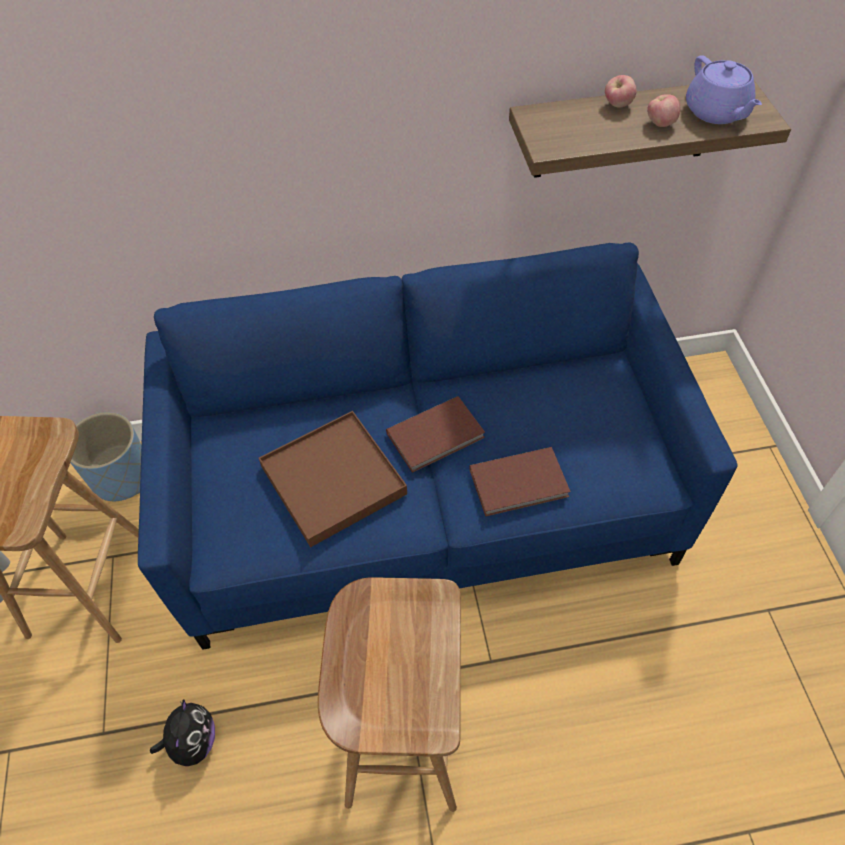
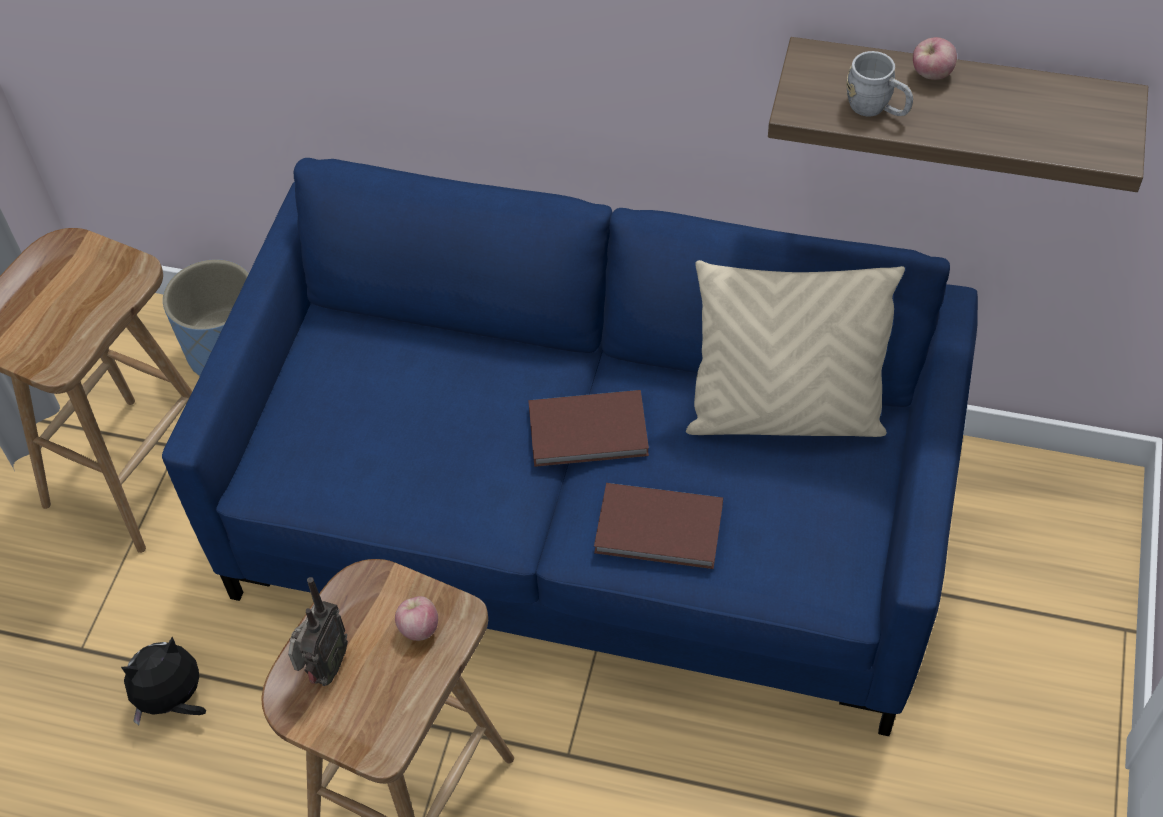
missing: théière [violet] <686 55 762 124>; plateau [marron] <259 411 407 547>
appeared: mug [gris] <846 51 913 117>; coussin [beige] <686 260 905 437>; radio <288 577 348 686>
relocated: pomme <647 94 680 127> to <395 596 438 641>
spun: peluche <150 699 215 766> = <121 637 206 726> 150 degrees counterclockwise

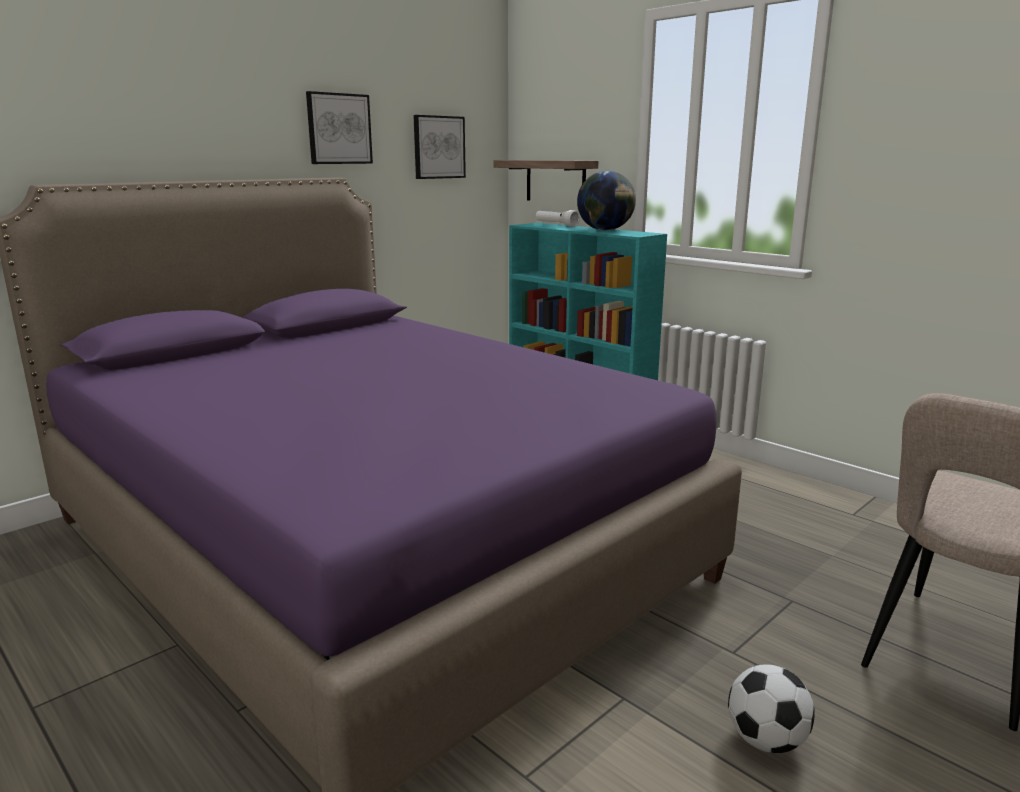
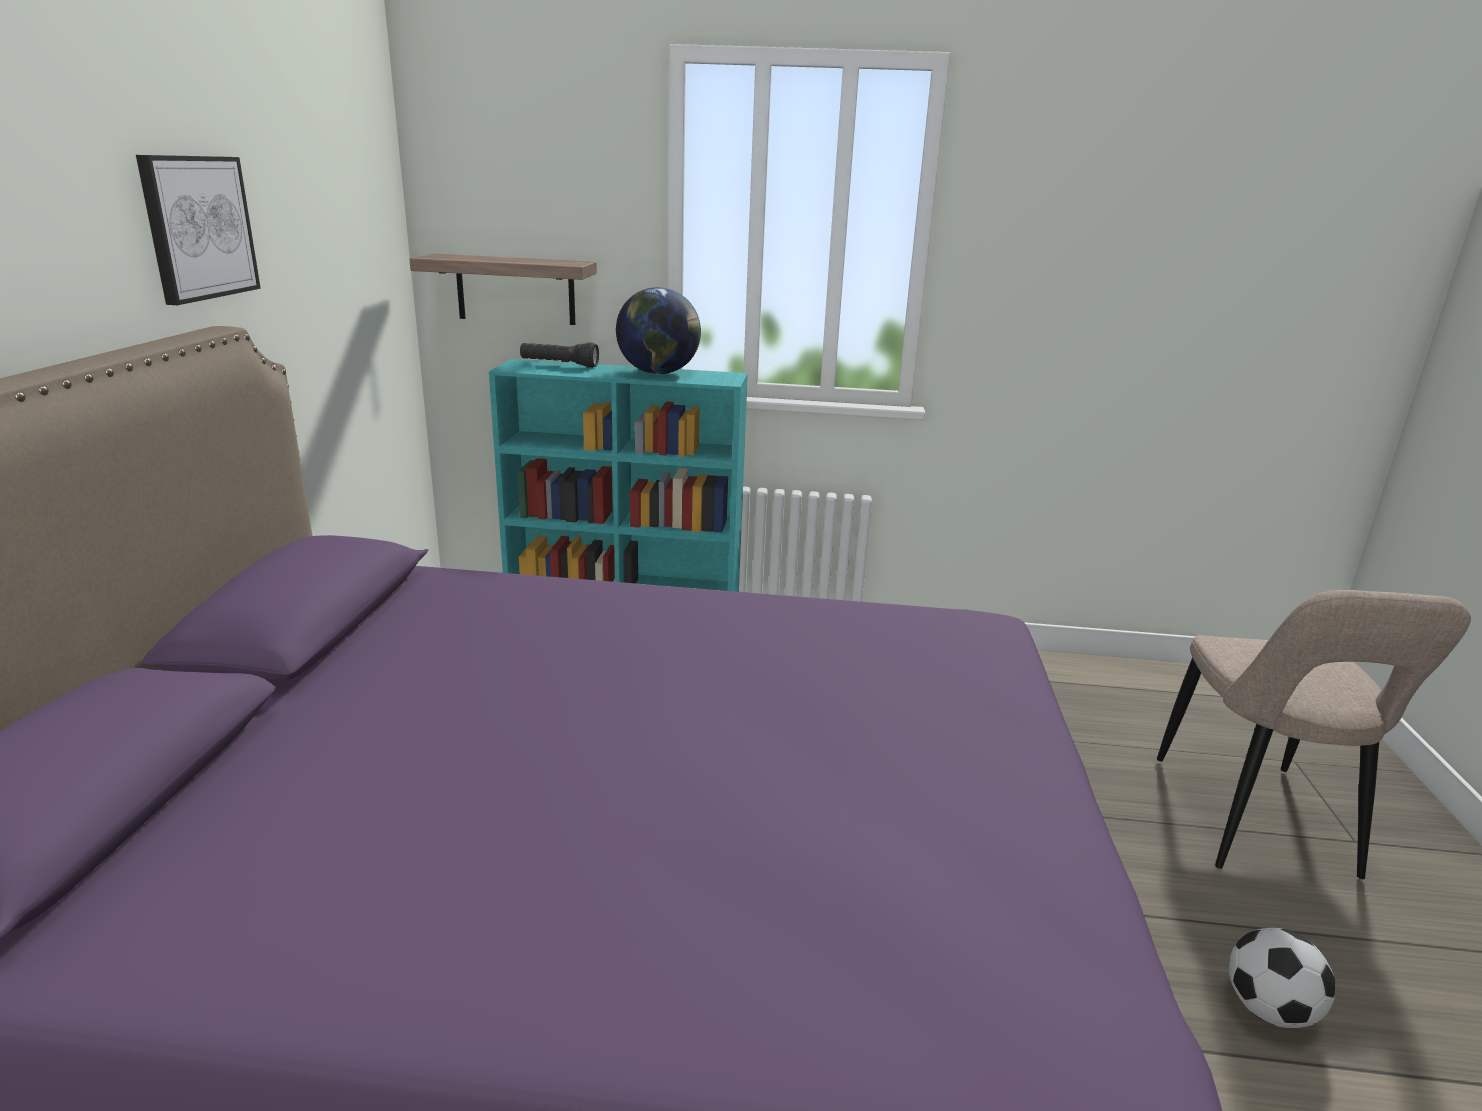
missing: tableau <413 115 466 179>
colour: lampe de poche [blanc] <536 210 580 227> to lampe de poche [noir] <520 342 599 368>

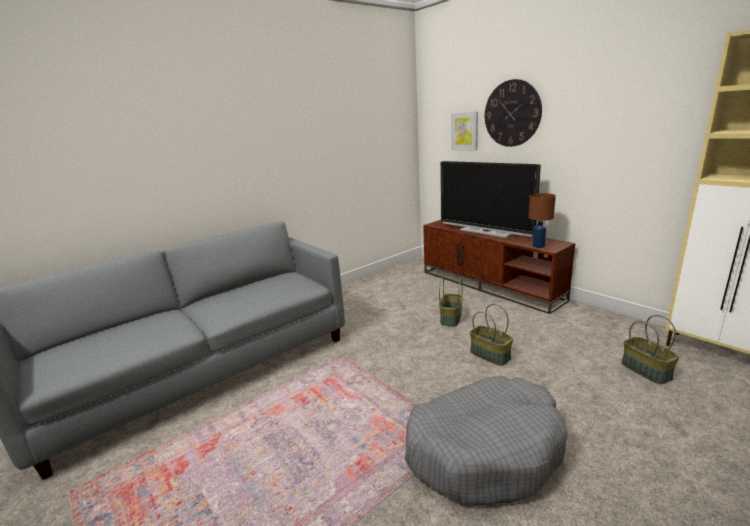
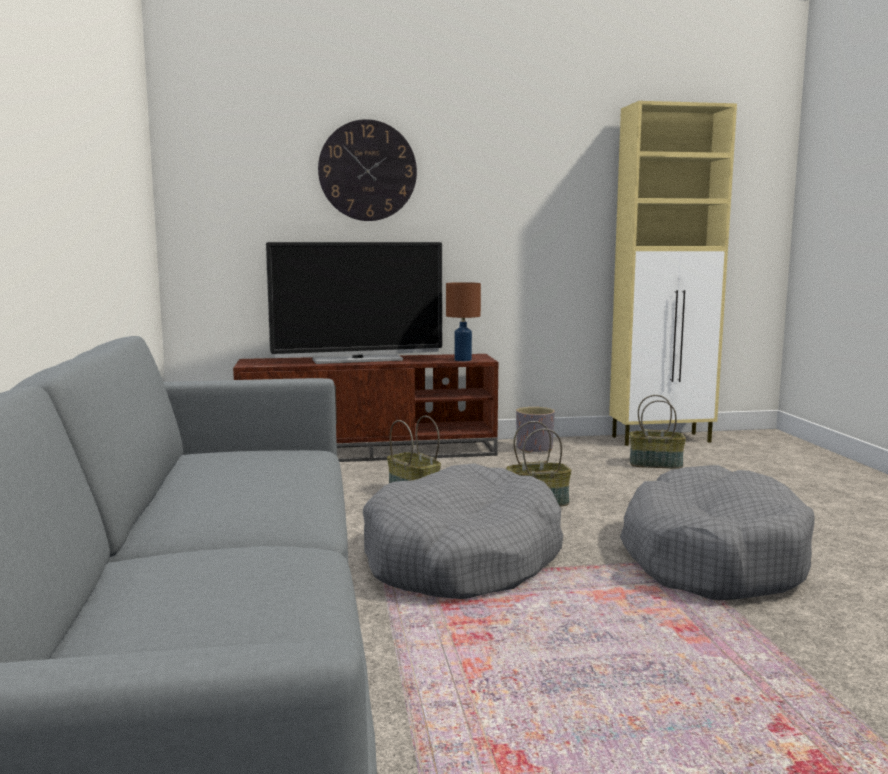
missing: tableau <451 111 478 151>
appeared: cache-pot [gris] <516 407 555 453>; panier pour chien [gris] <363 463 563 599>

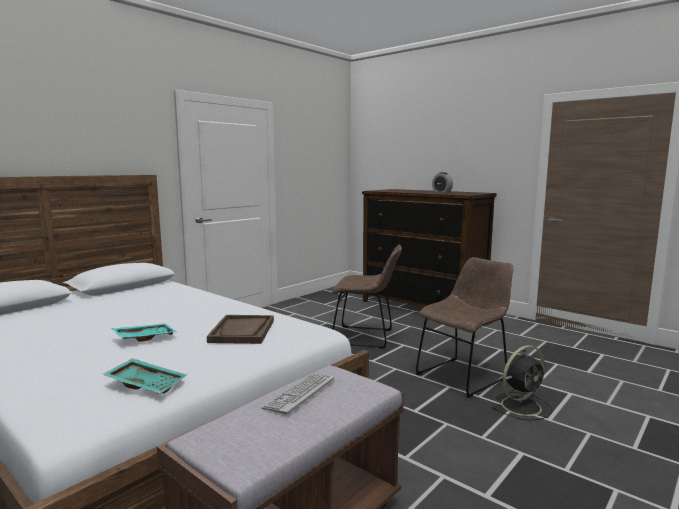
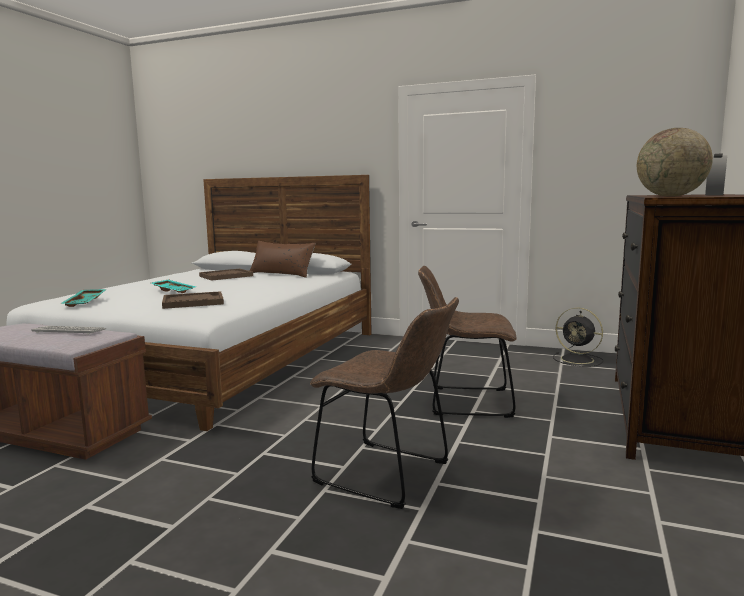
appeared: globe <637 128 713 196>; coussin [marron] <250 241 316 278>; plateau [marron] <199 269 253 281>
relocated: ventilateur [noir] <493 345 552 421> to <553 308 603 367>
spun: chaise [marron] <332 244 402 349> = <418 266 517 418> 105 degrees clockwise

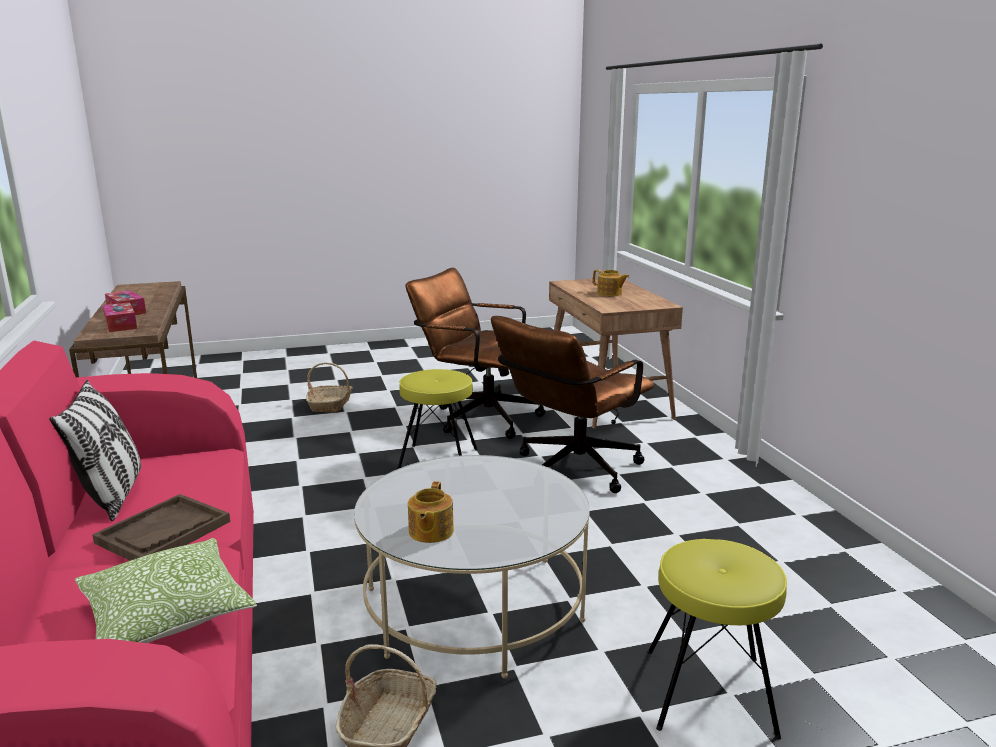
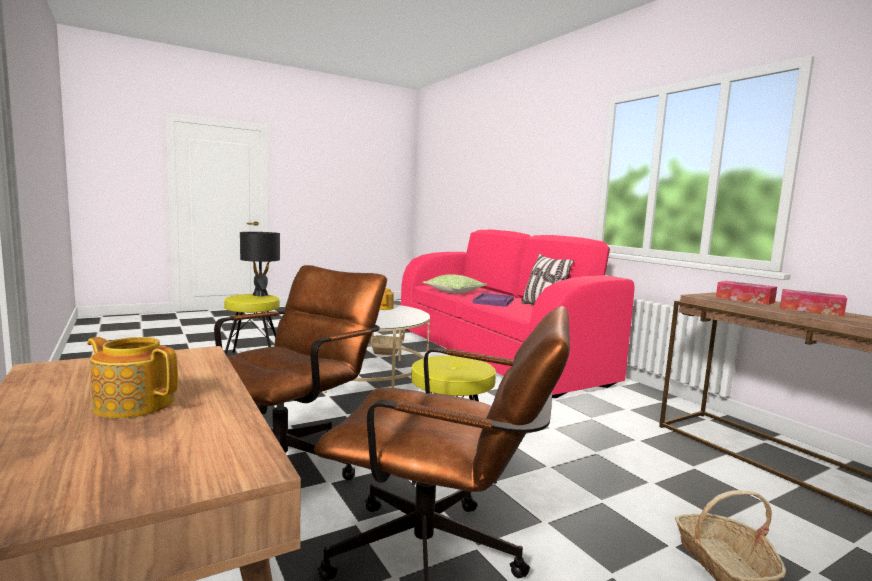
appeared: lampe de table [noir] <240 232 280 296>
colour: plateau [marron] <92 494 230 561> to plateau [violet] <473 293 514 307>

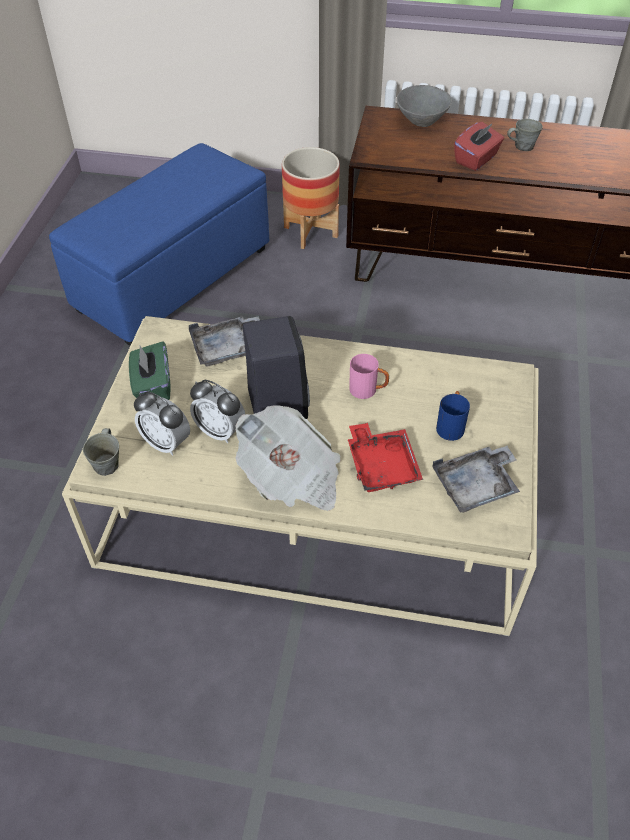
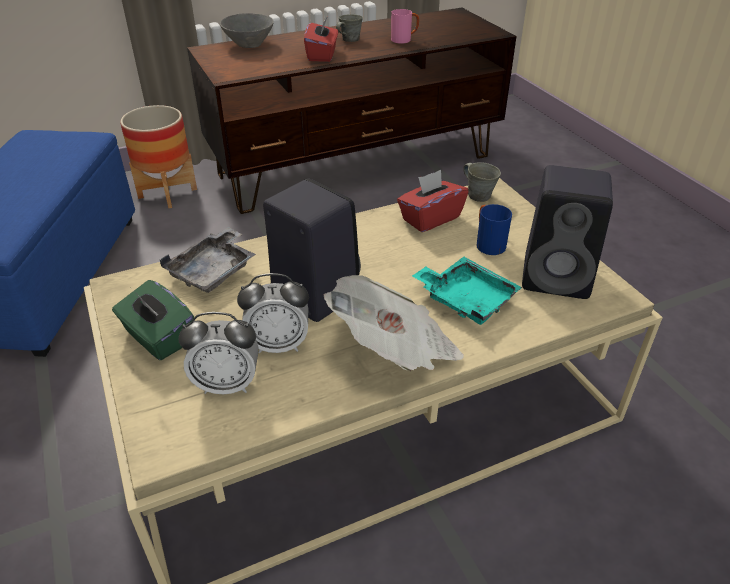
appeared: boîte à mouchoirs [rouge] <397 170 469 232>
relocated: mug [rose] <349 354 389 399> to <391 9 419 44>; mug [gris] <83 428 119 476> to <463 162 501 202>
exchanged: plateau [gris] <432 446 520 513> to enceinte [noir] <522 165 613 299>
colour: plateau [rouge] <348 423 423 492> to plateau [turquoise] <412 256 522 325>

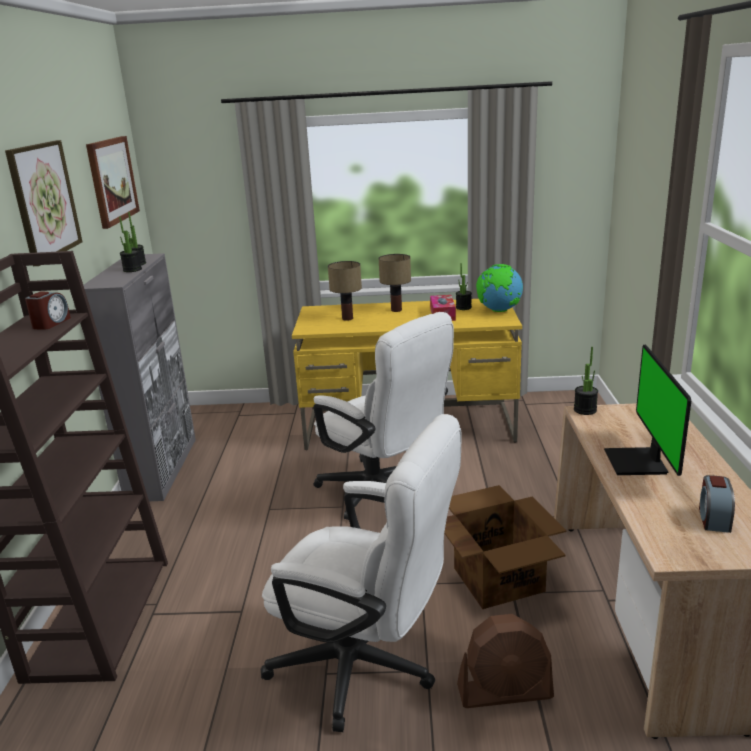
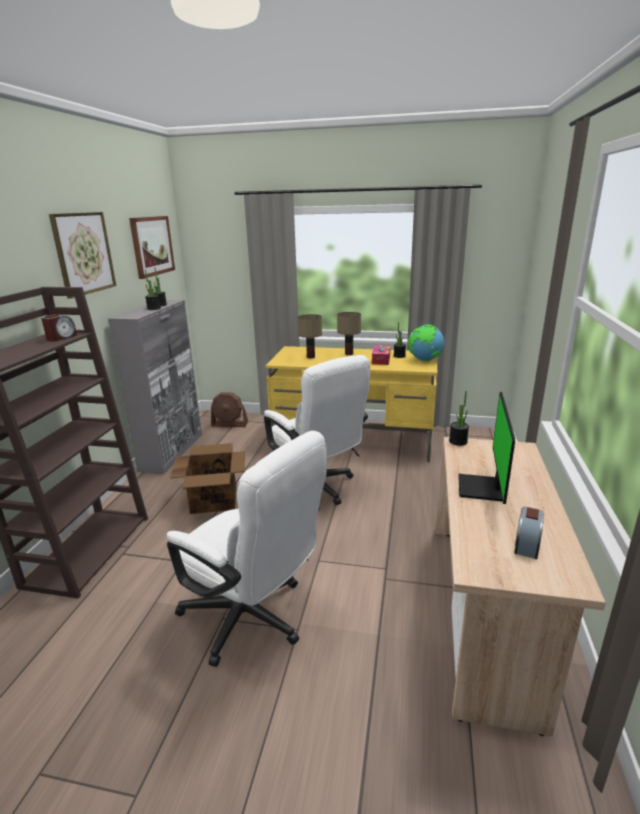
relocated: carton <444 485 567 609> to <170 443 245 514>; ventilateur [marron] <457 614 554 708> to <211 392 248 427>

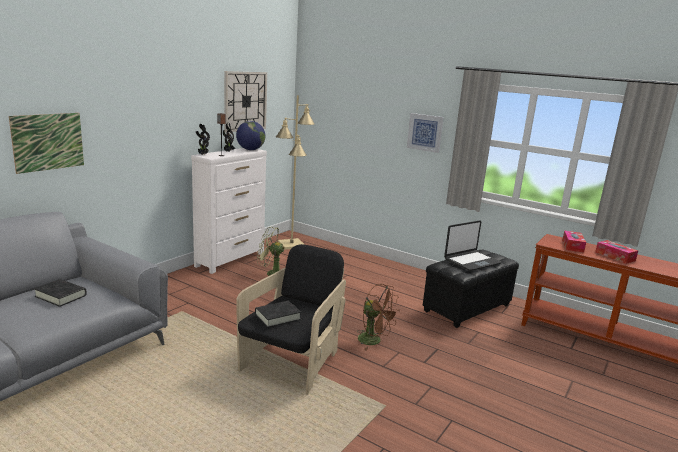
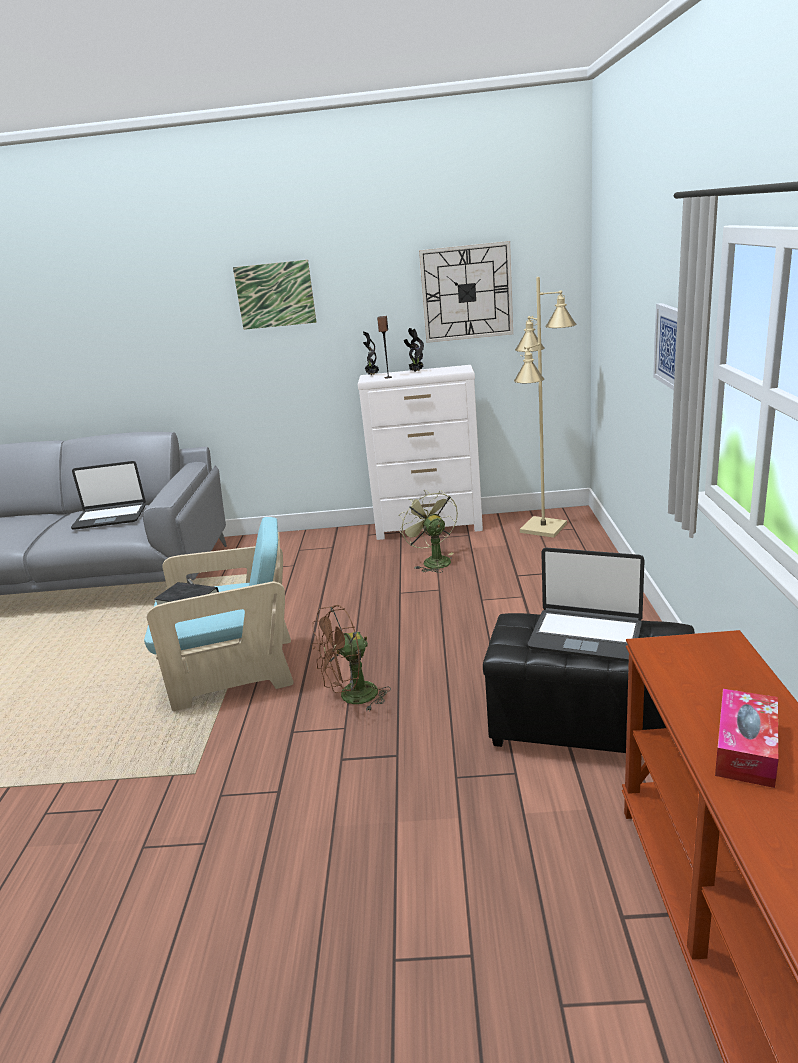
missing: globe <236 121 265 150>; boîte à mouchoirs <562 230 586 253>
relocated: tableau <9 113 84 174> to <233 260 316 330>
exchanged: livre [noir] <34 279 87 307> to ordinateur portable <71 461 146 530>
colour: fauteuil [noir] <236 244 346 395> to fauteuil [turquoise] <144 517 294 711>
spun: ventilateur [marron] <358 284 400 350> = <312 605 391 711> 60 degrees clockwise

